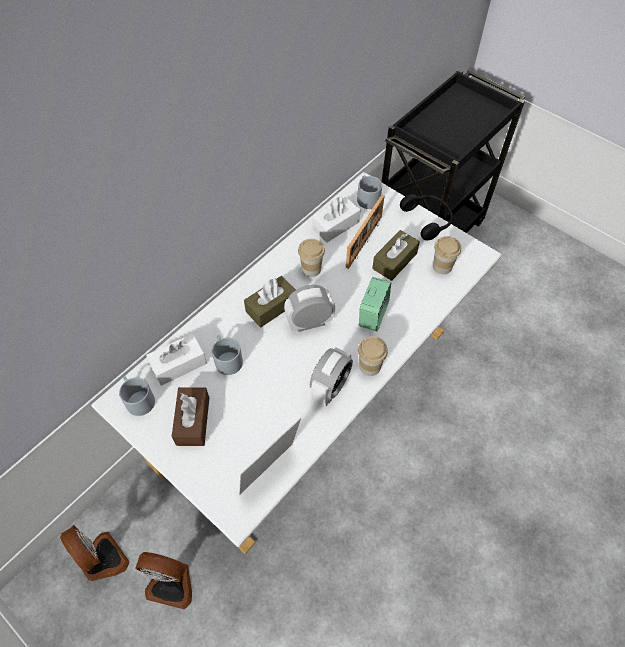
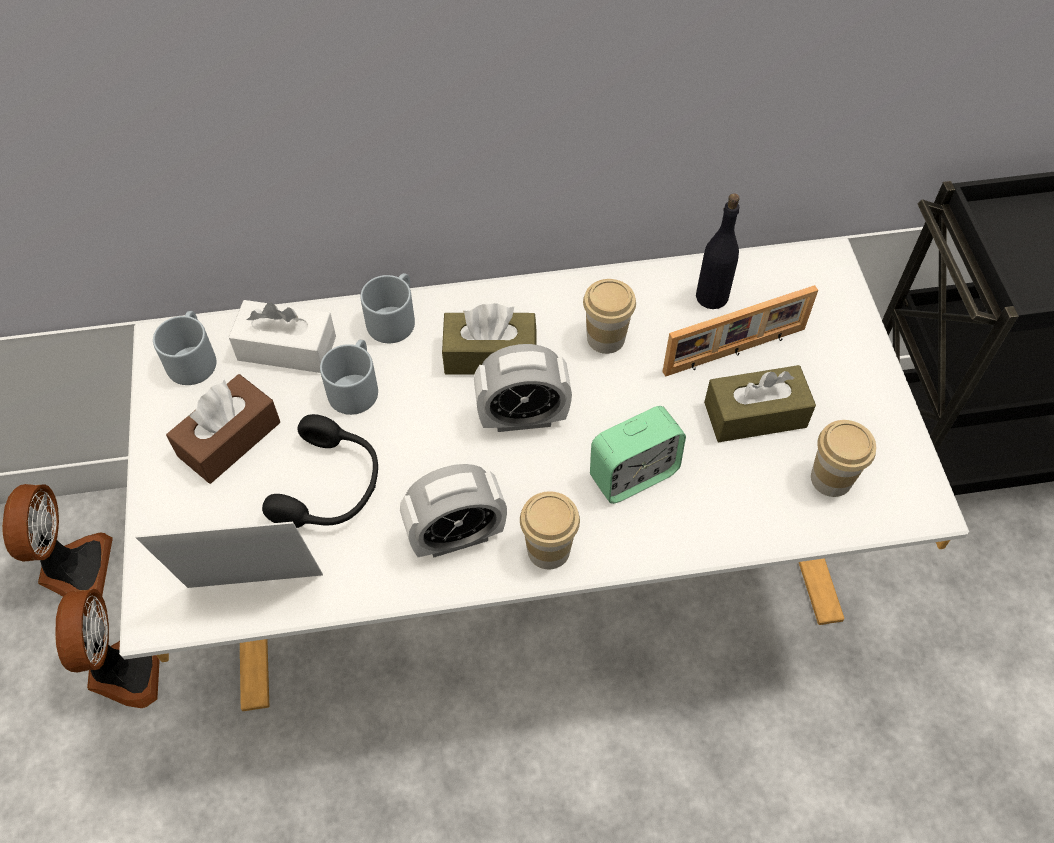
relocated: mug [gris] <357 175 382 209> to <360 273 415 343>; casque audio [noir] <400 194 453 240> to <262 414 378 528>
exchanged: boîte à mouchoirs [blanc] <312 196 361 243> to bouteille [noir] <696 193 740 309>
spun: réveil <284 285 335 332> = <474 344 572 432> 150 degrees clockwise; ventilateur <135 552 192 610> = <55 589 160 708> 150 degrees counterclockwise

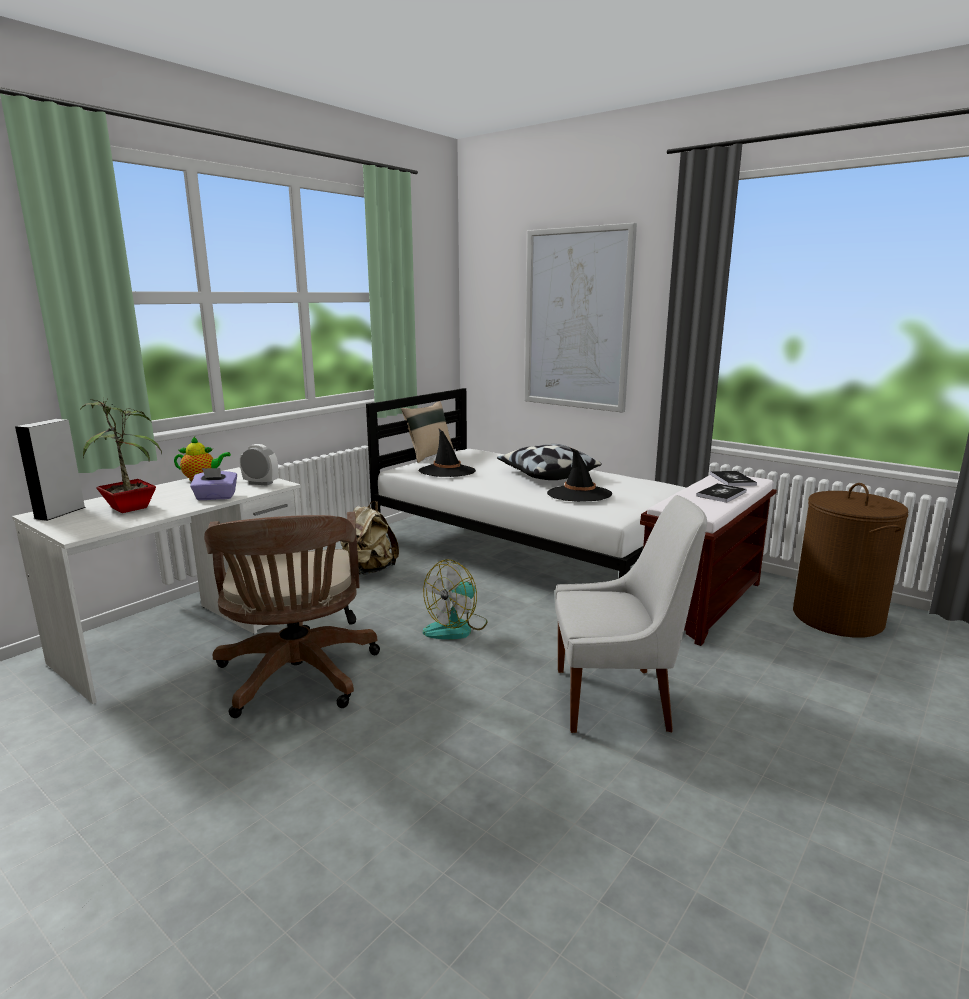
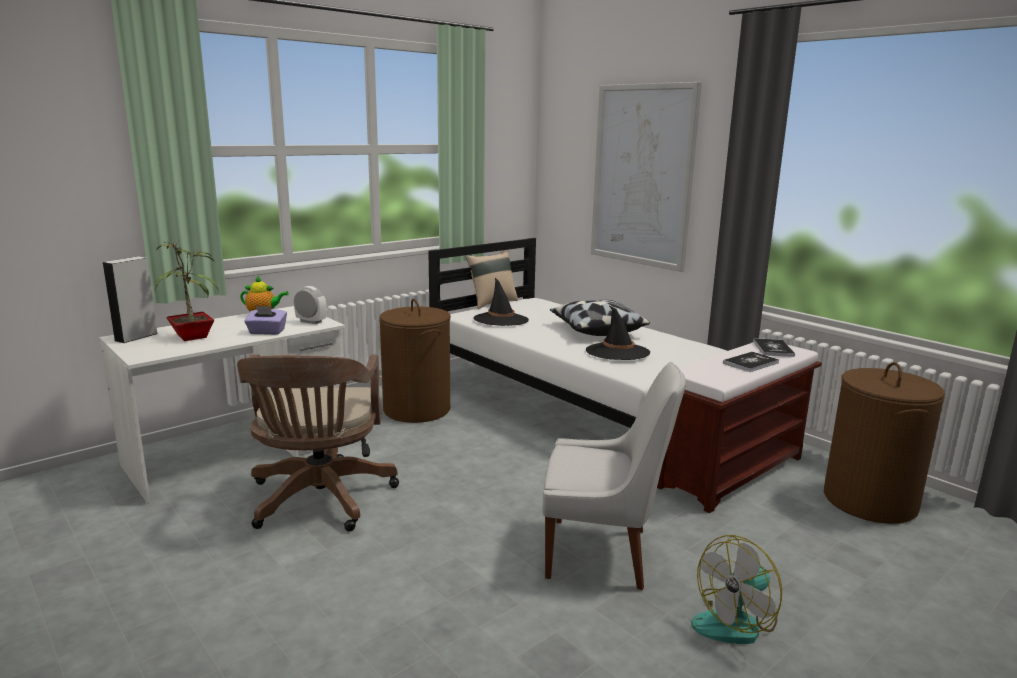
relocated: ventilateur <423 559 488 639> to <691 535 782 644>
exchanged: sac à dos [beige] <341 501 399 575> to panier à linge [marron] <379 299 451 423>

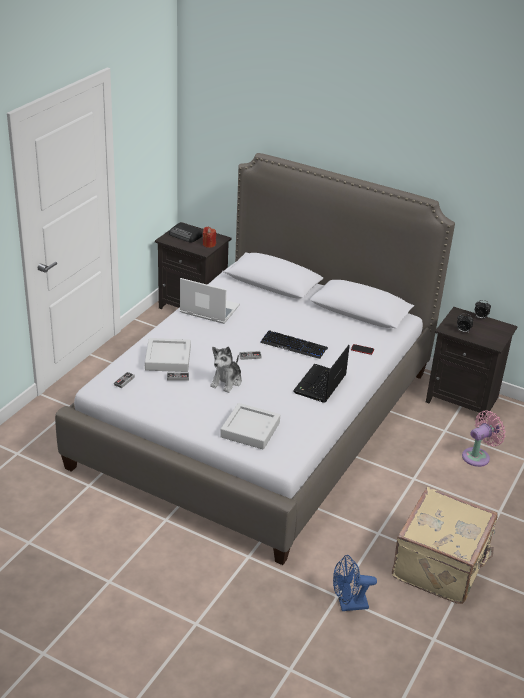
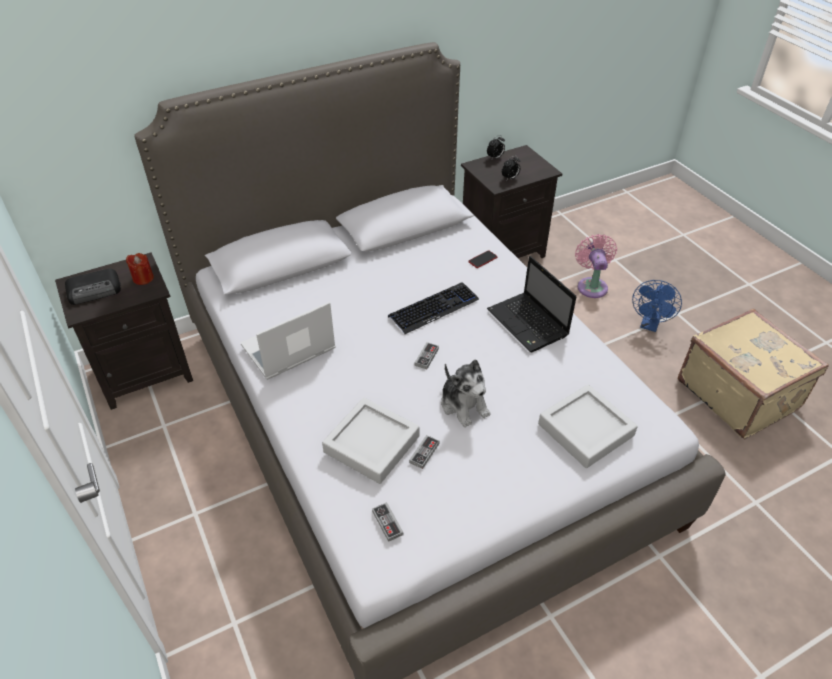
relocated: ventilateur [bleu] <333 555 377 611> to <632 280 682 332>

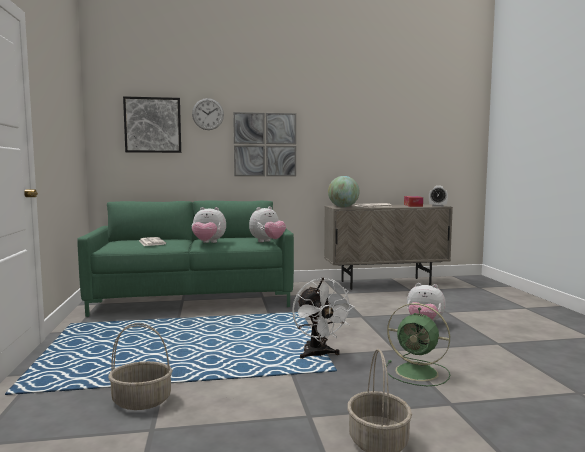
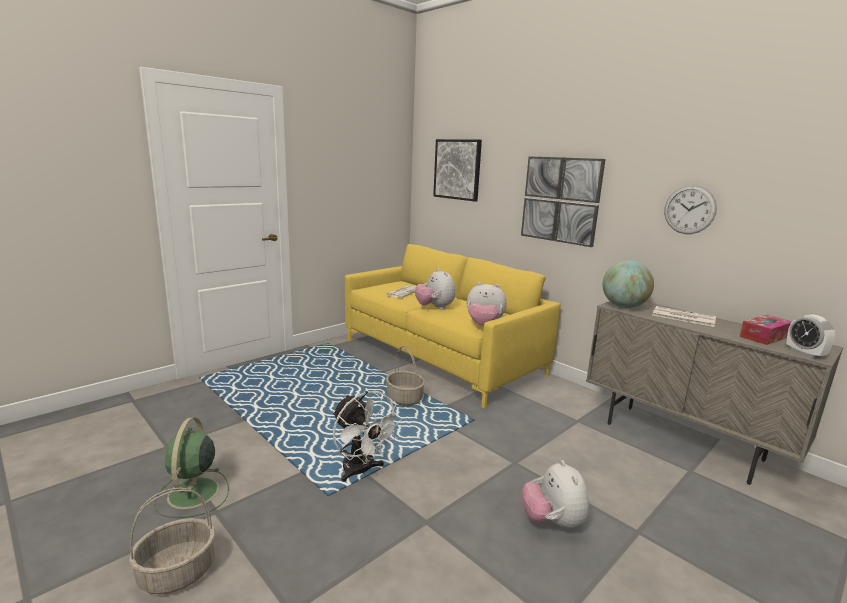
relocated: horloge murale <192 98 224 130> to <664 185 717 234>; ventilateur [vert] <386 303 450 386> to <154 417 229 518>; panier <108 323 173 410> to <386 346 425 406>
colour: canapé [vert] <77 201 294 317> to canapé [jaune] <345 244 561 409>
spun: ventilateur [blanc] <292 278 354 359> = <333 391 402 482> 75 degrees counterclockwise

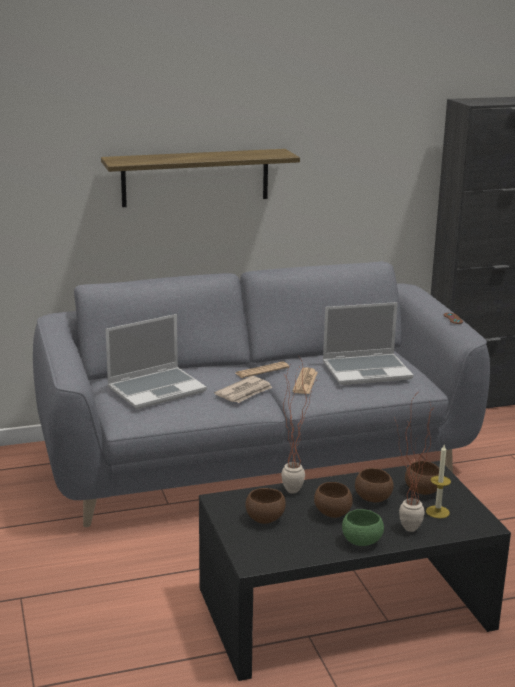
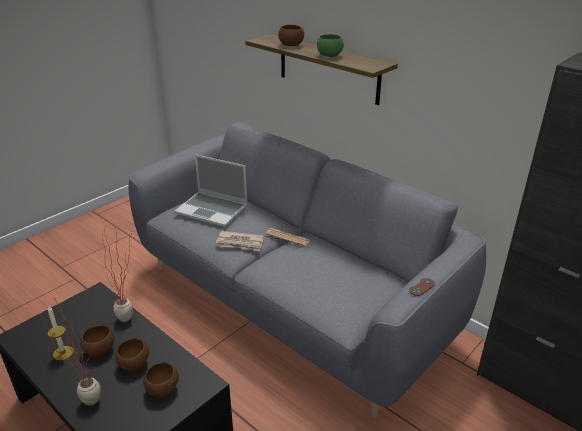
missing: ordinateur portable <323 302 413 385>; journal <293 368 318 394>
relocated: bougie <426 445 451 518> to <47 305 73 361>; bol [marron] <245 488 286 524> to <278 25 304 46>; bol [vert] <342 509 384 546> to <317 34 344 57>

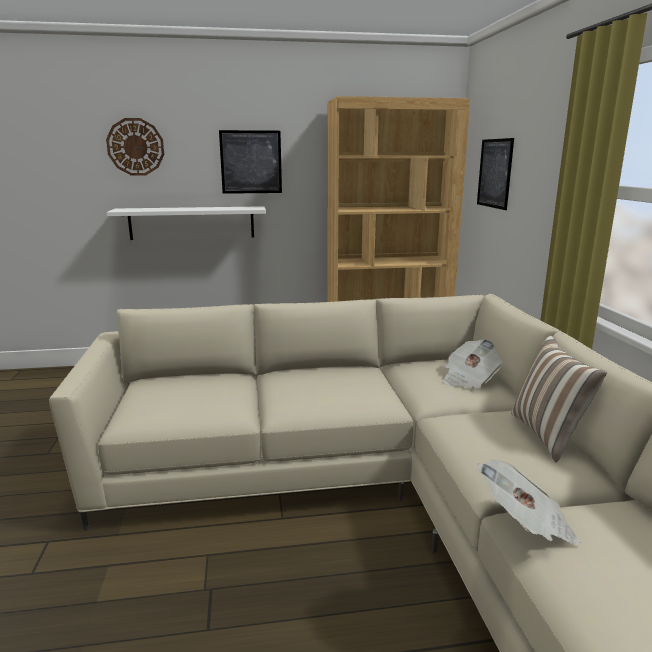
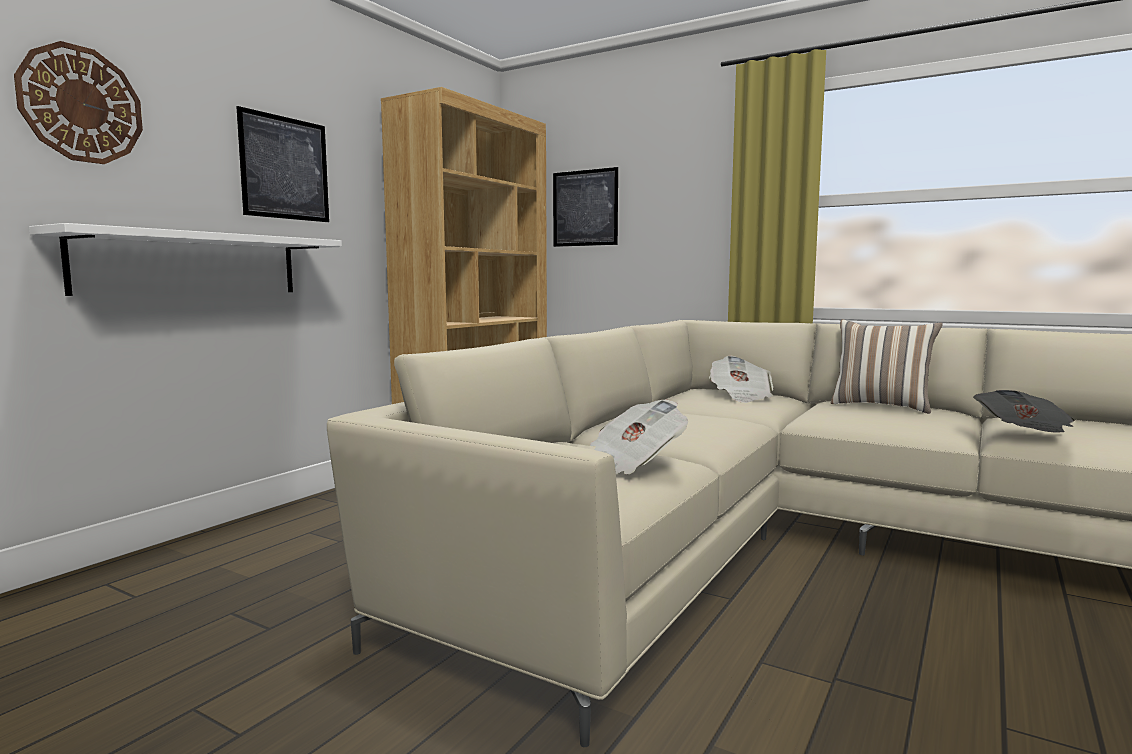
appeared: journal <590 400 688 474>

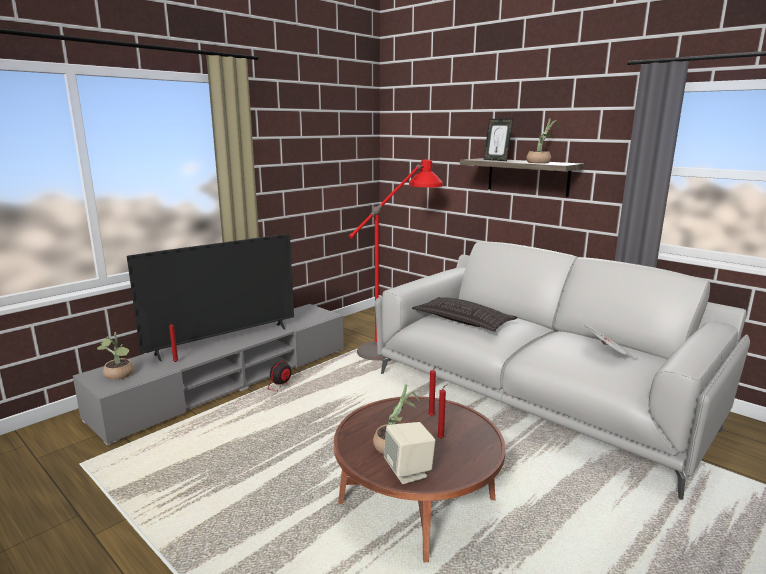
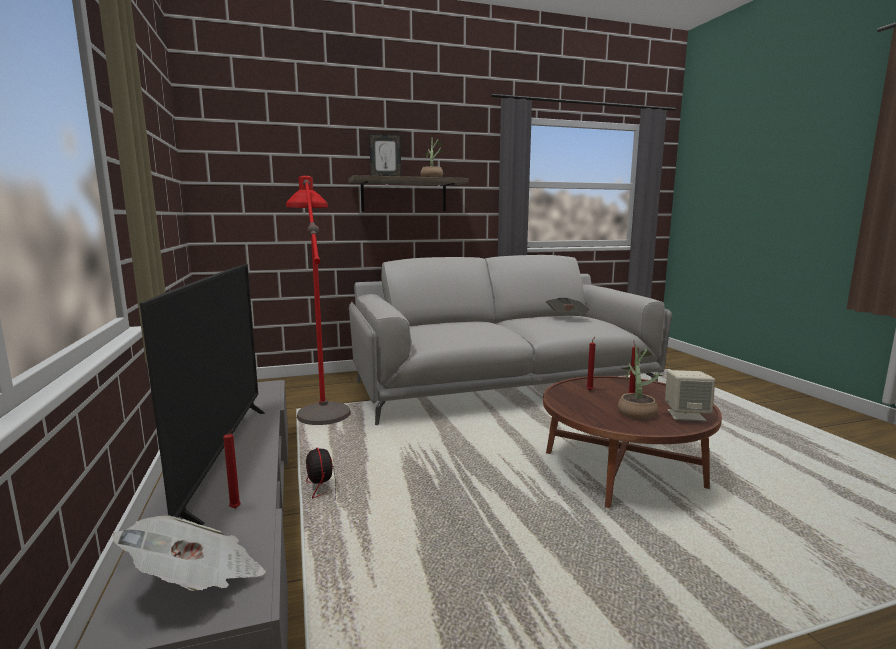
missing: coussin <412 297 518 332>
exchanged: plante en pot <97 332 134 380> to journal <112 515 266 591>

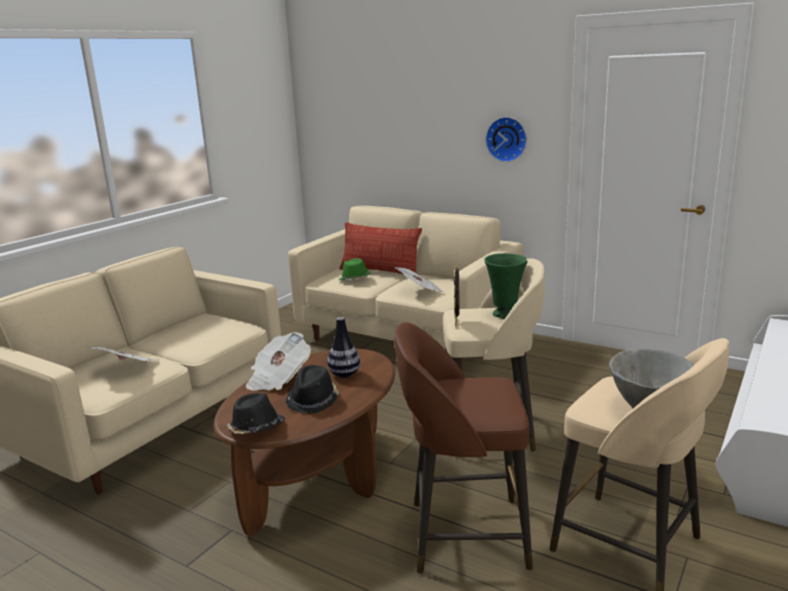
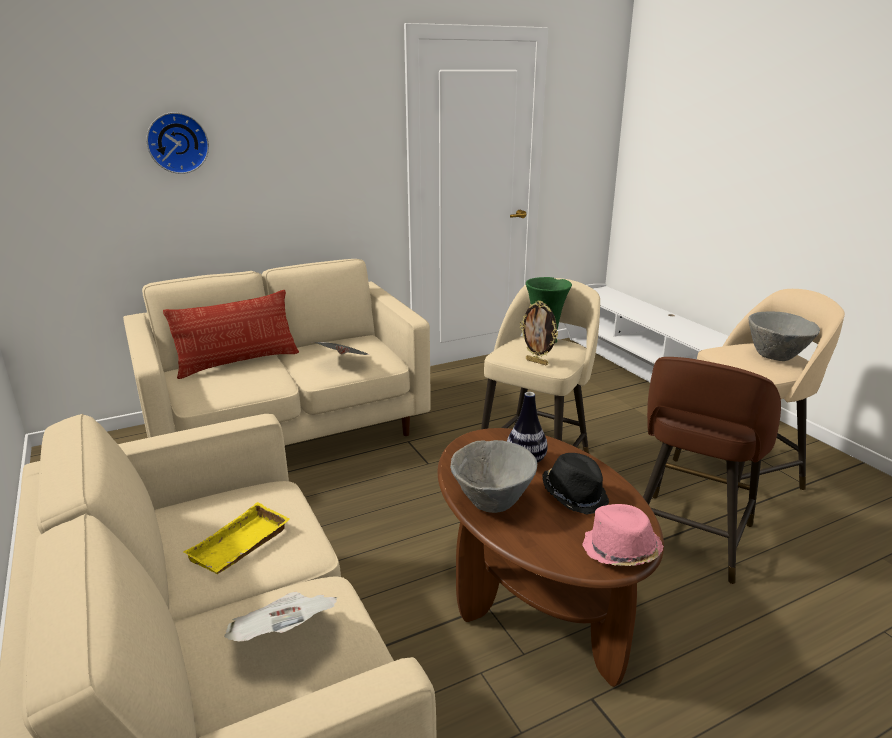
missing: chapeau [vert] <339 258 371 281>
appeared: plateau [jaune] <184 502 289 574>
relocated: horloge murale <485 117 527 162> to <146 112 209 174>
exchanged: journal <245 332 311 391> to bol [gris] <450 440 537 513>
colour: chapeau [noir] <227 393 285 434> to chapeau [rose] <582 504 664 566>

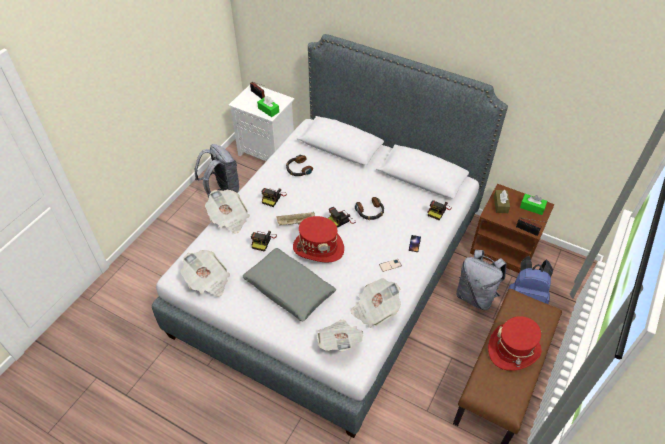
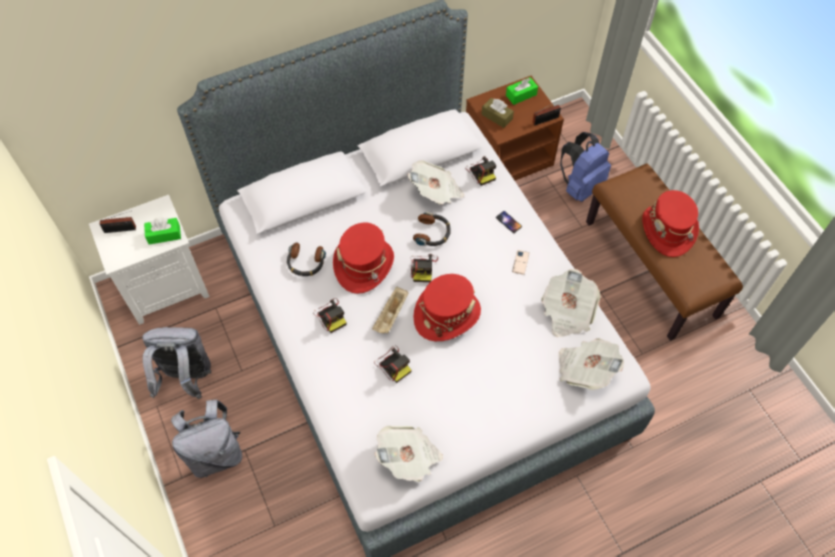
missing: coussin [gris] <243 248 336 322>
appeared: chapeau [rouge] <333 223 394 294>
relocated: journal <205 190 250 233> to <408 160 464 205>; sac à dos [gris] <456 250 507 310> to <171 400 242 478>

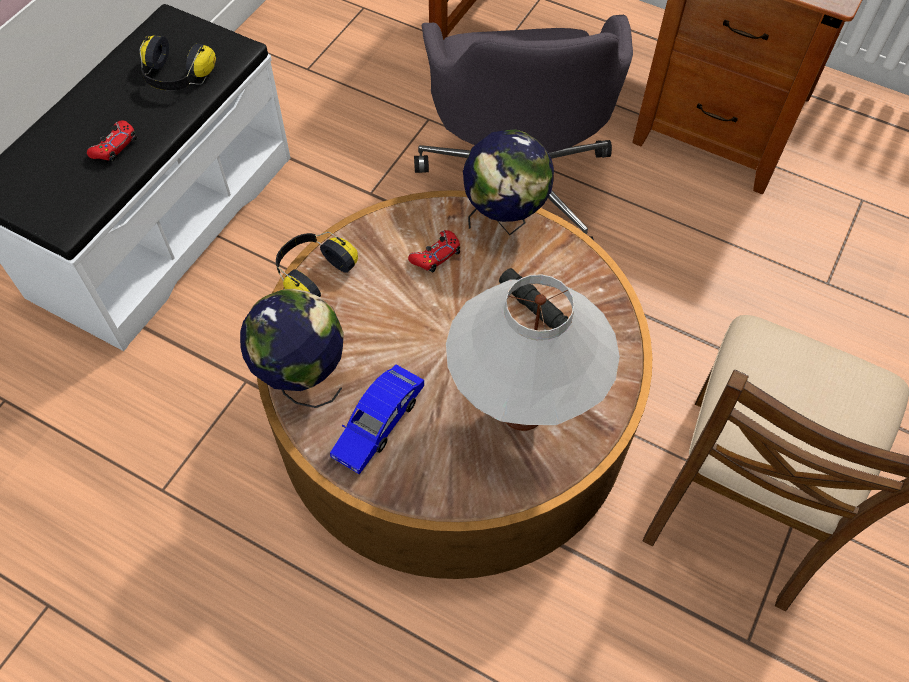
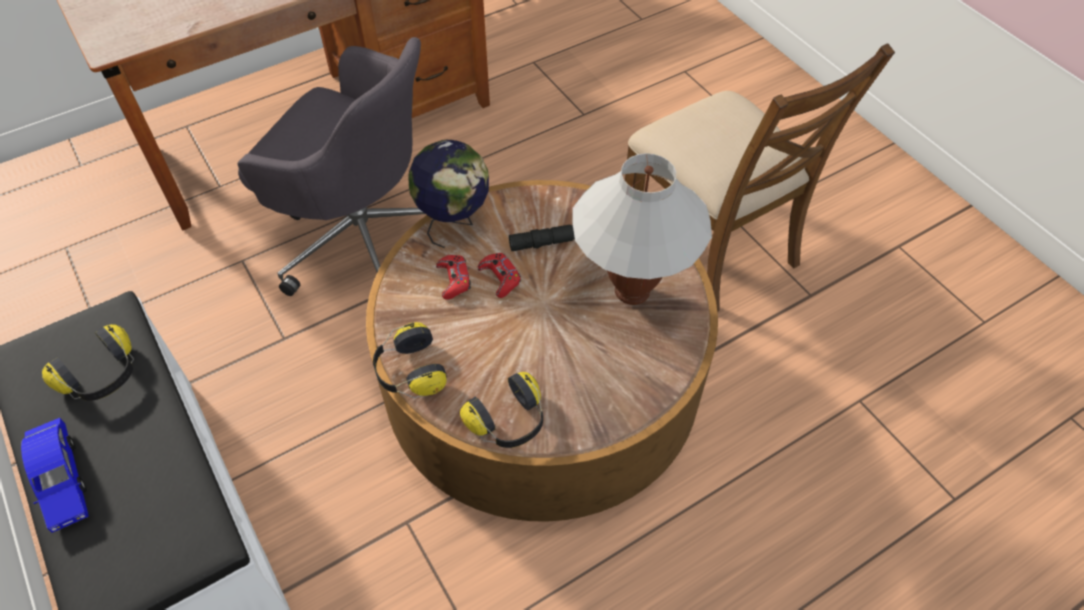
relocated: manette [rouge] <87 120 137 161> to <478 253 521 298>; petite voiture [bleu] <330 365 424 474> to <21 418 89 533>
exchanged: globe <240 289 344 408> to casque audio <460 372 543 448>

